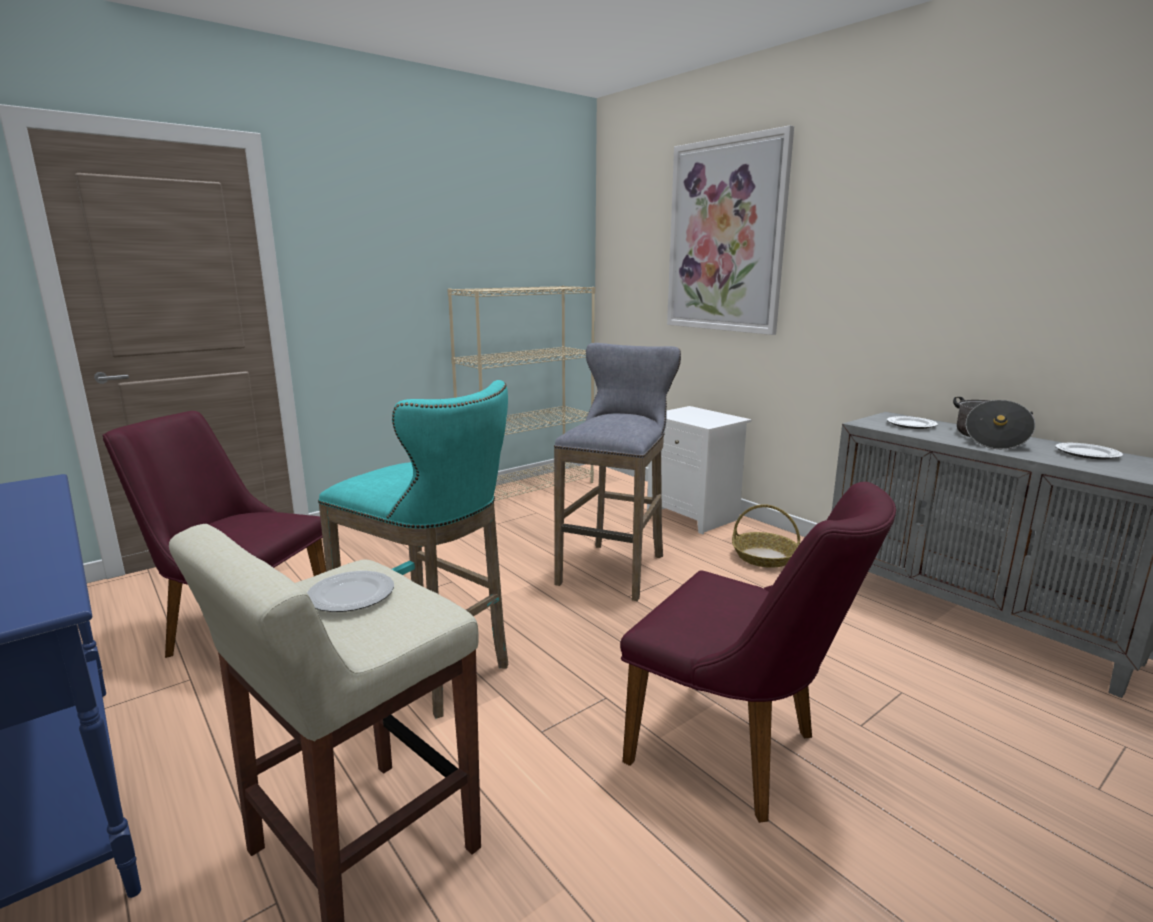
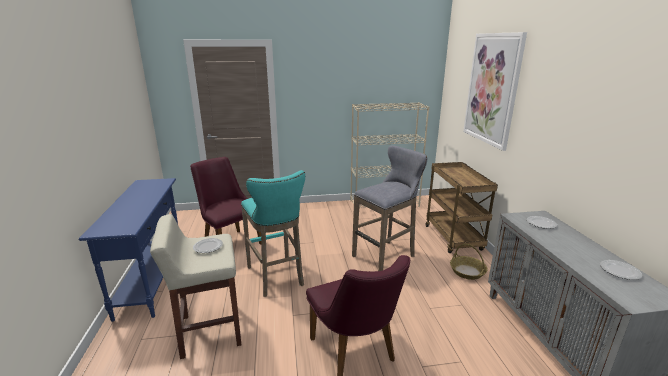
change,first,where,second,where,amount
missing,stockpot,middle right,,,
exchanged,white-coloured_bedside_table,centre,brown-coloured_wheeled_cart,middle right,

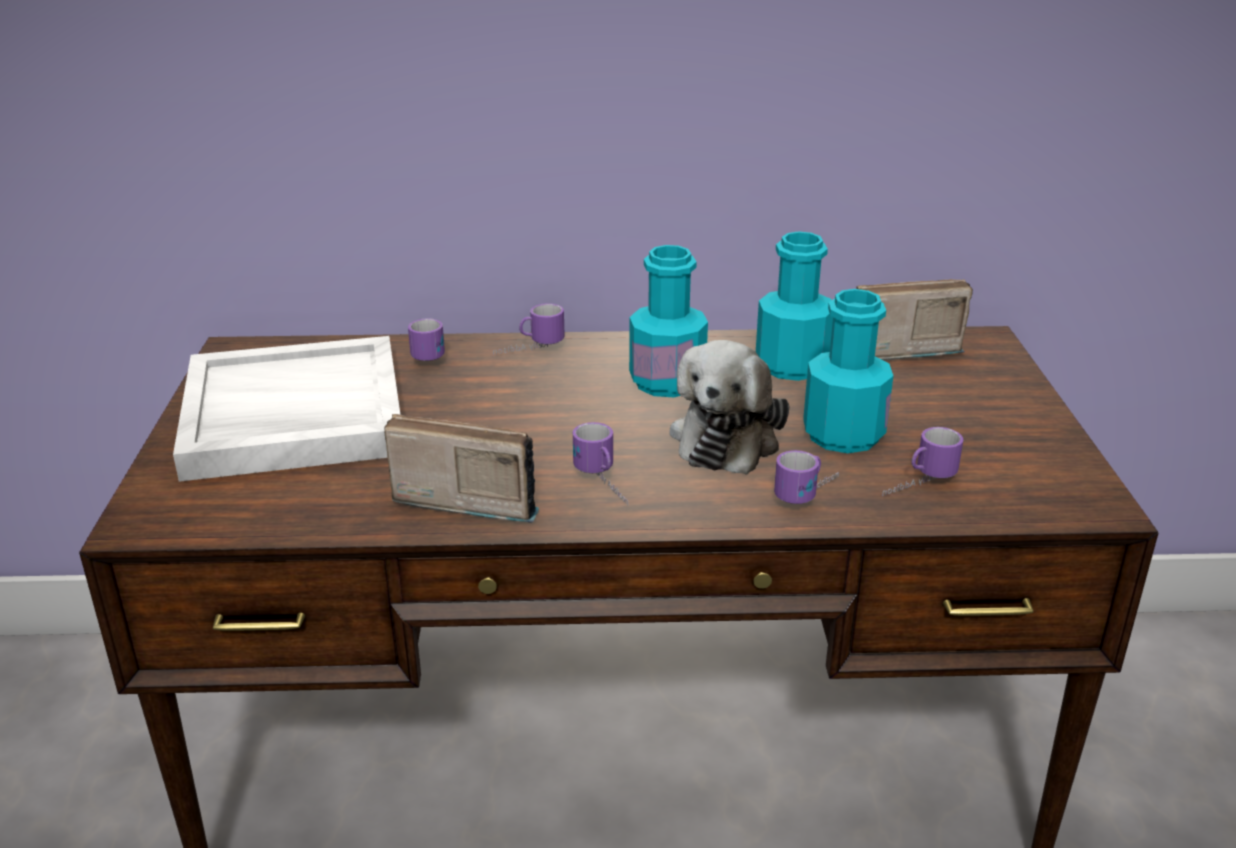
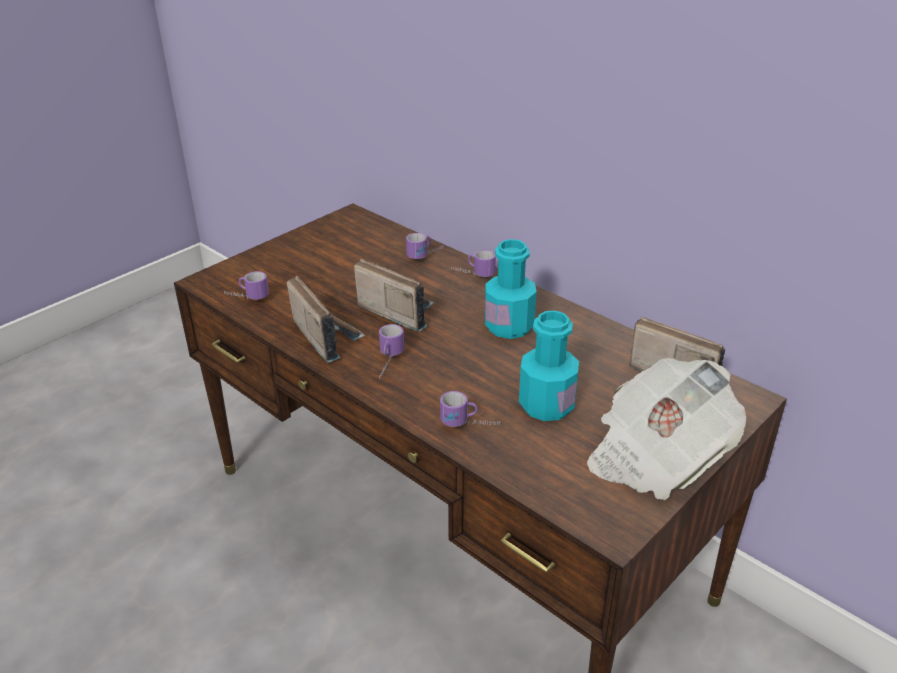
change,first,where,second,where,amount
missing,blue-green_bottle (no. 2 from left),centre,,,
missing,white-coloured_serving_tray,middle left,,,
missing,plush_toy,centre,,,
relocated,coffee_mug (no. 5 from left in the first image),middle right,coffee_mug (no. 1 from left),middle left,
appeared,,,radio_receiver (no. 2 from left),centre,
appeared,,,printed_paper,middle right,

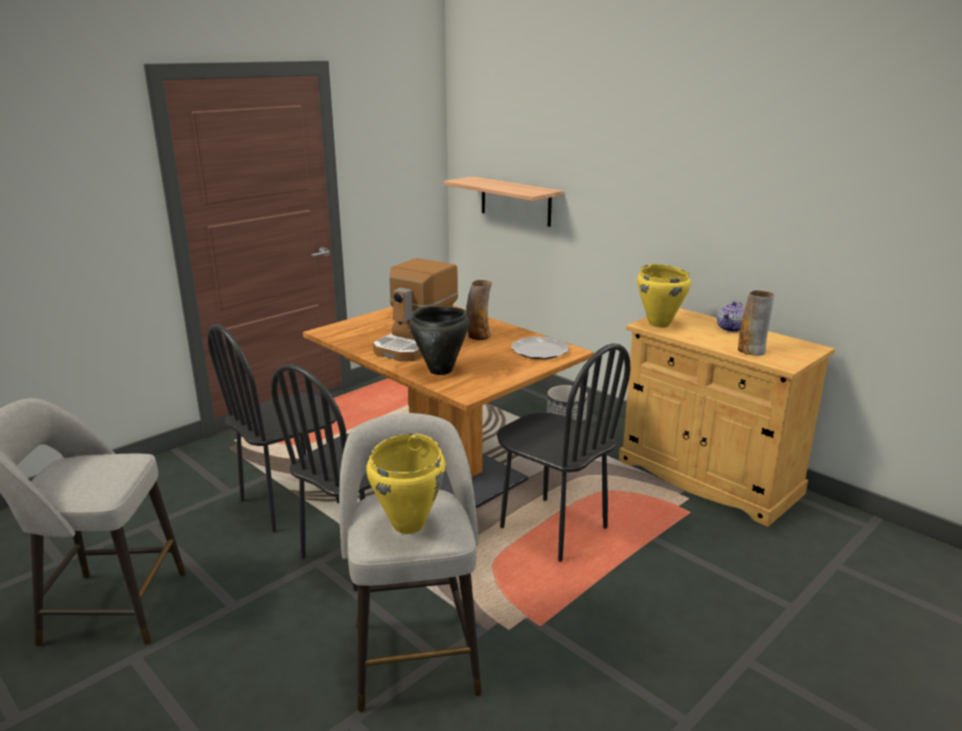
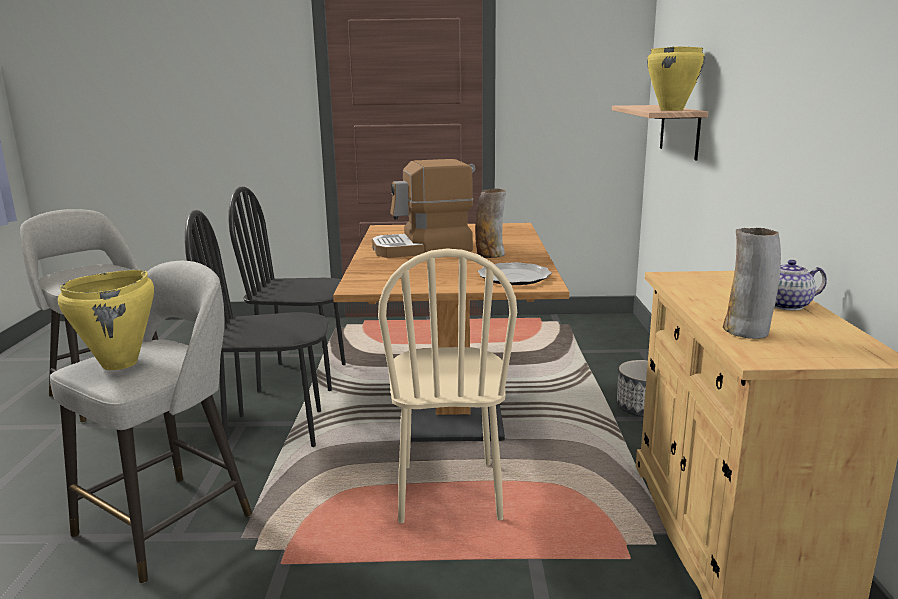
change,first,where,second,where,amount
relocated,yellow-coloured_stockpot (no. 2 from left),middle right,,top right,
missing,blackish_stockpot,centre,,,
colour,blackish_upright_chair (no. 3 from left),centre,beige_upright_chair,centre,

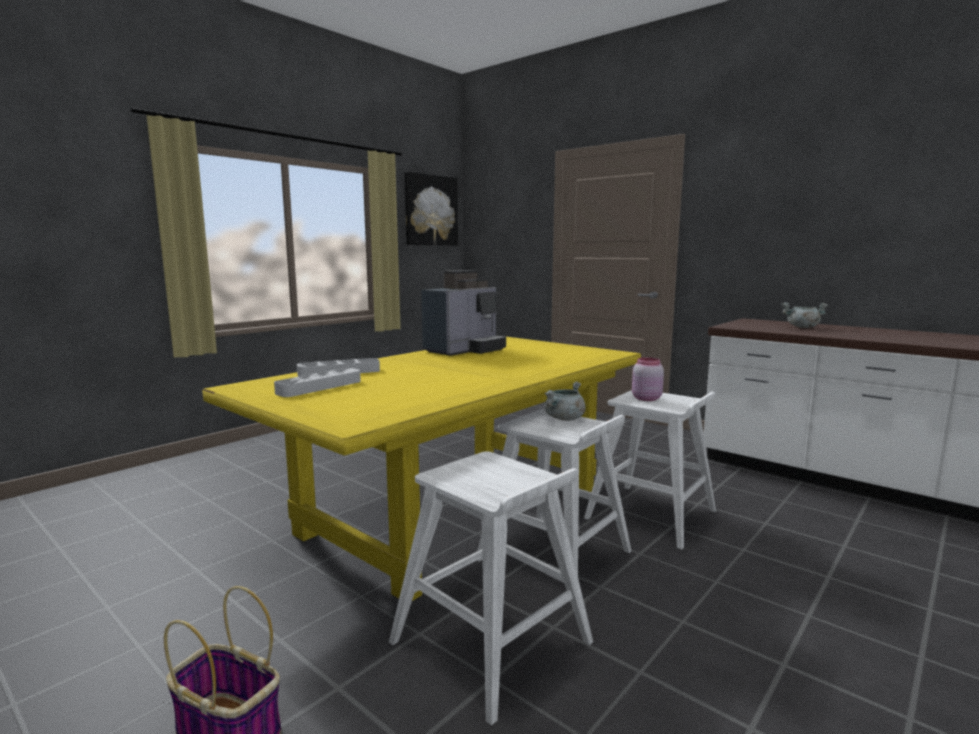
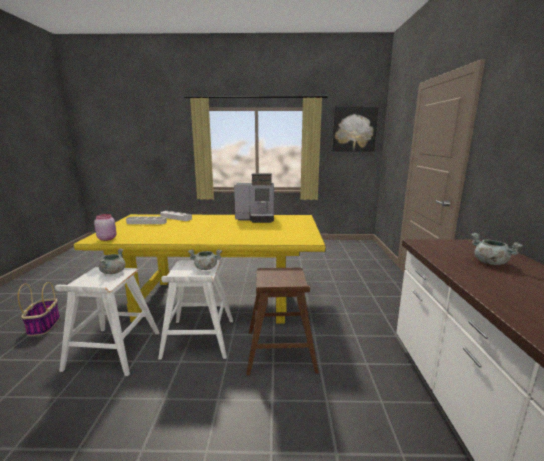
change,first,where,second,where,amount
relocated,pink-coloured_preserve_jar,centre,,middle left,
colour,white-coloured_sitting_stool (no. 3 from left),centre,brown-coloured_sitting_stool,bottom centre,
appeared,,,greyish_stockpot (no. 1 from left),middle left,

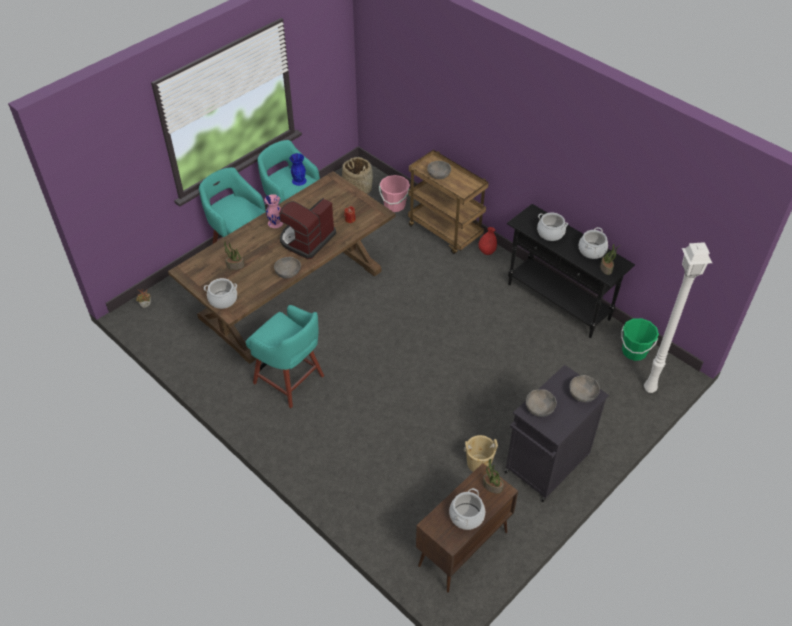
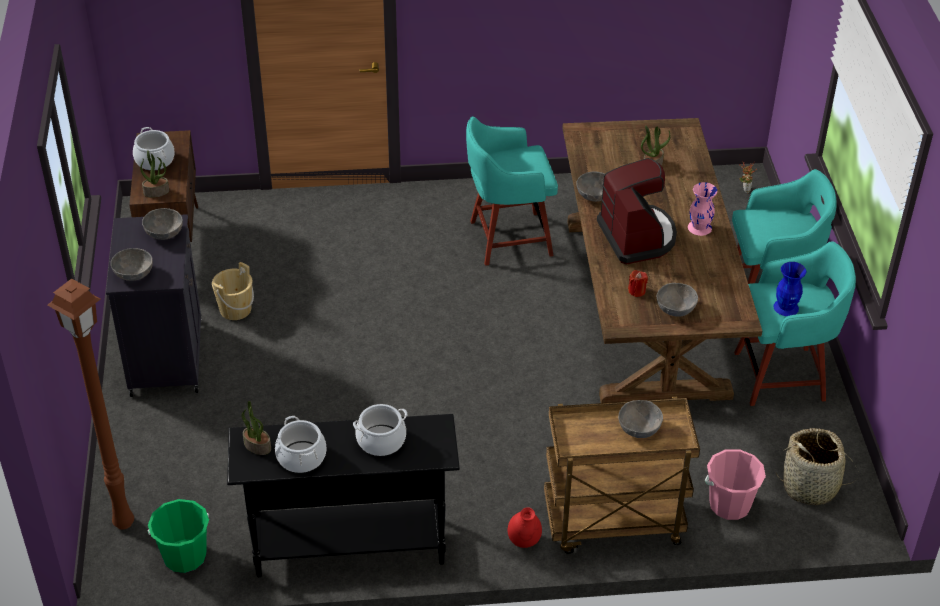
change,first,where,second,where,amount
colour,white-coloured_standing_lamp,middle right,brown-coloured_standing_lamp,bottom left,
missing,stockpot (no. 1 from left),middle left,,,
appeared,,,greyish_deep_dish (no. 5 from left),middle right,

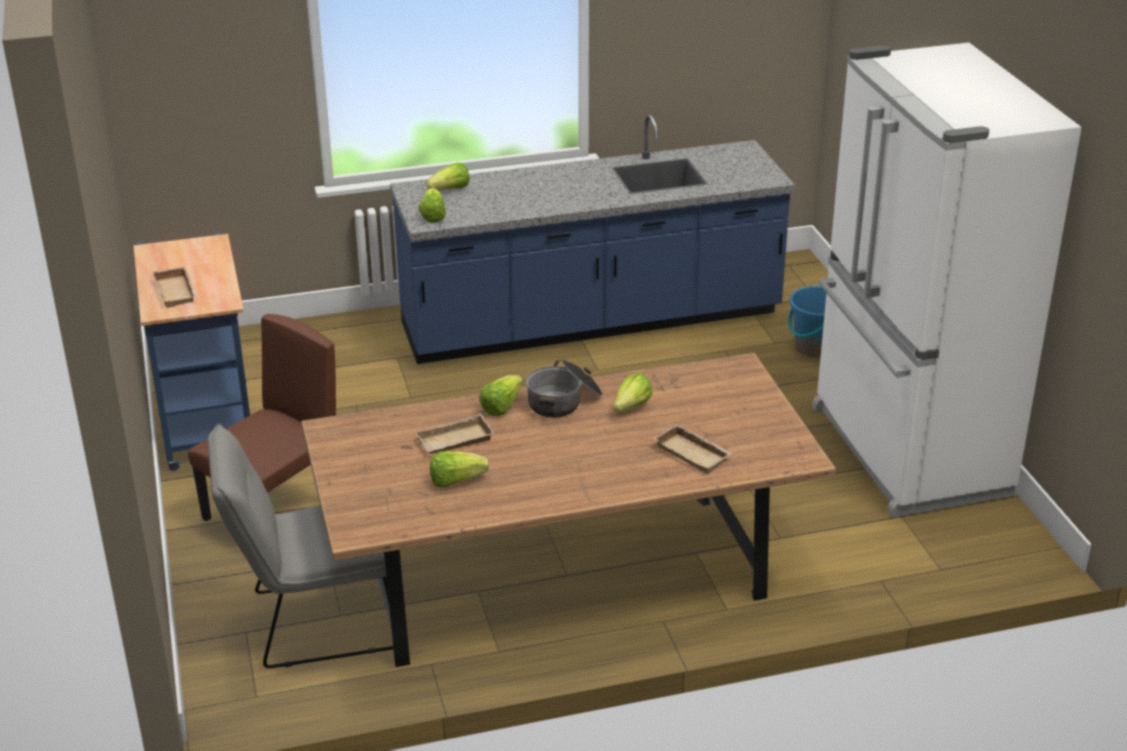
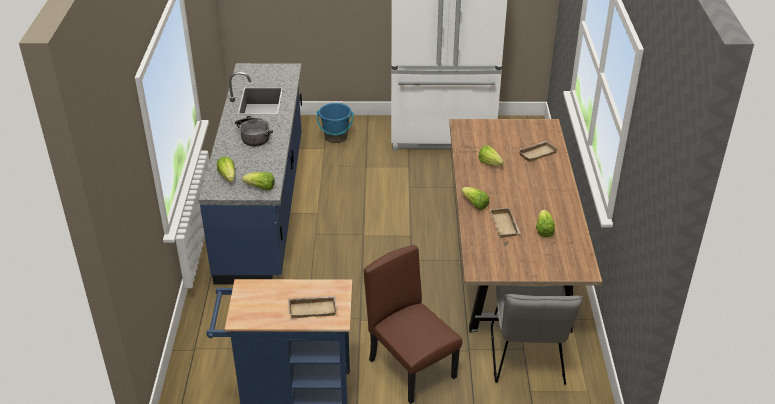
change,first,where,second,where,amount
relocated,stockpot,centre,,top left,

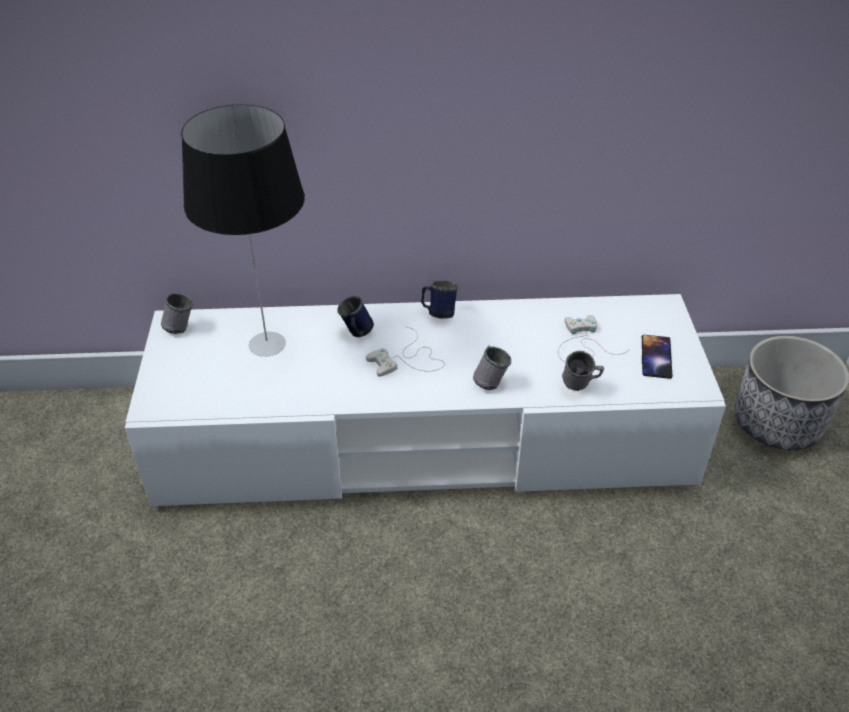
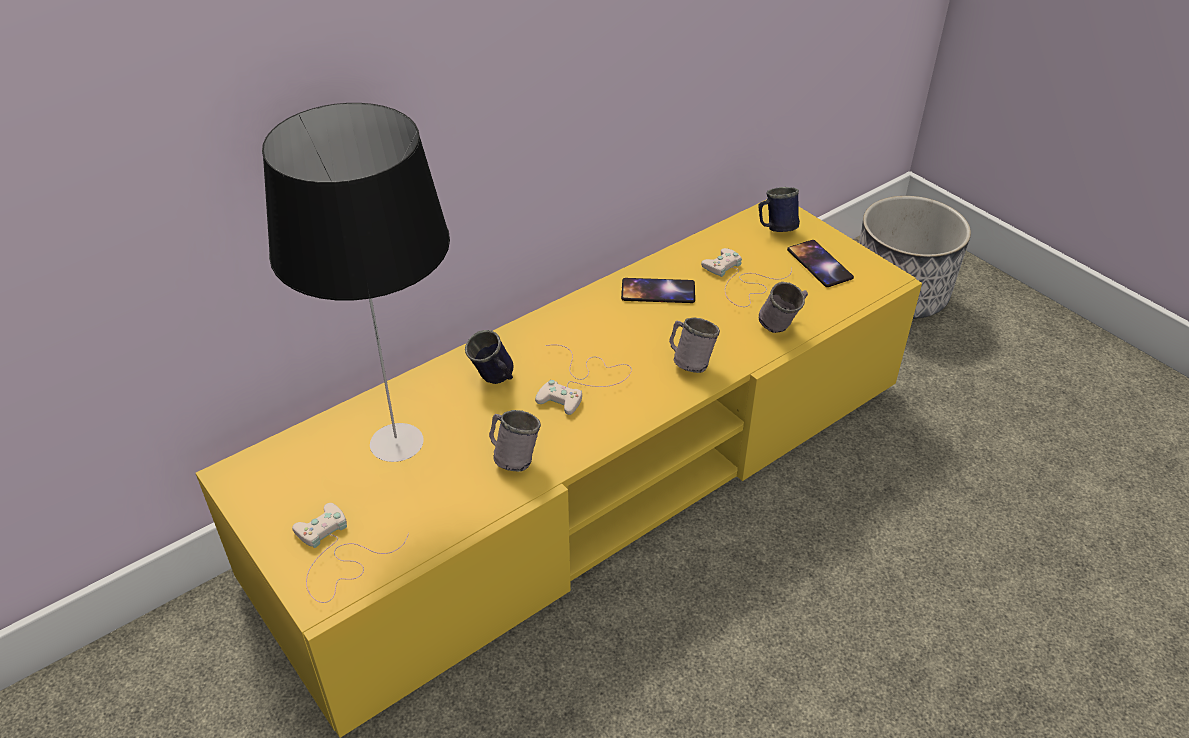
change,first,where,second,where,amount
relocated,blue_coffee_mug (no. 2 from left),centre,,top centre,
relocated,greyish_coffee_mug (no. 1 from left),middle left,,centre,
colour,white-coloured_tv_unit,centre,yellow-coloured_tv_unit,centre,
appeared,,,telephone (no. 1 from left),centre,
appeared,,,white-coloured_game_controller (no. 1 from left),bottom left,

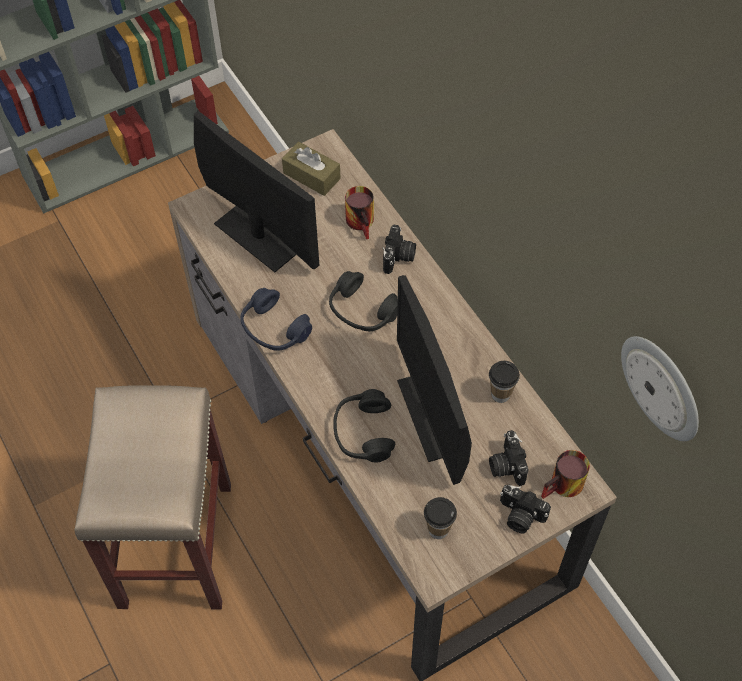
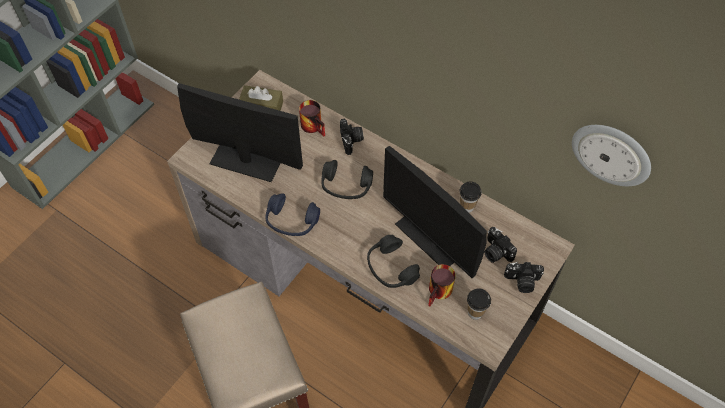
change,first,where,second,where,amount
relocated,coffee_mug (no. 2 from left),bottom right,,bottom centre,

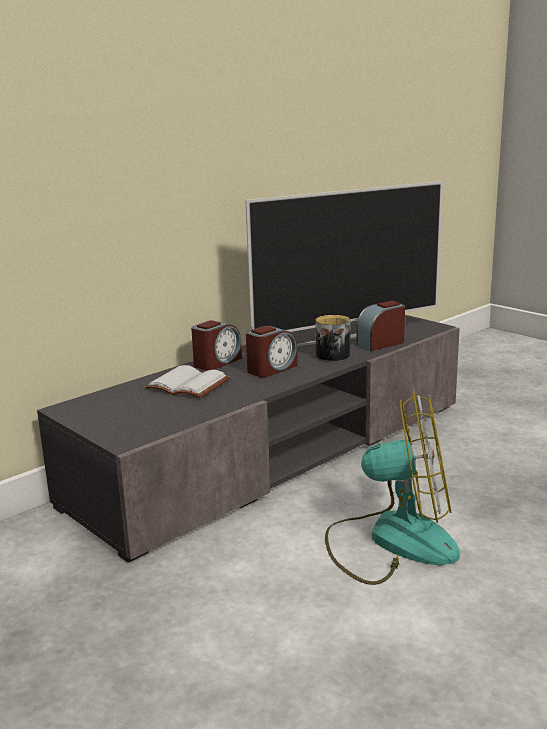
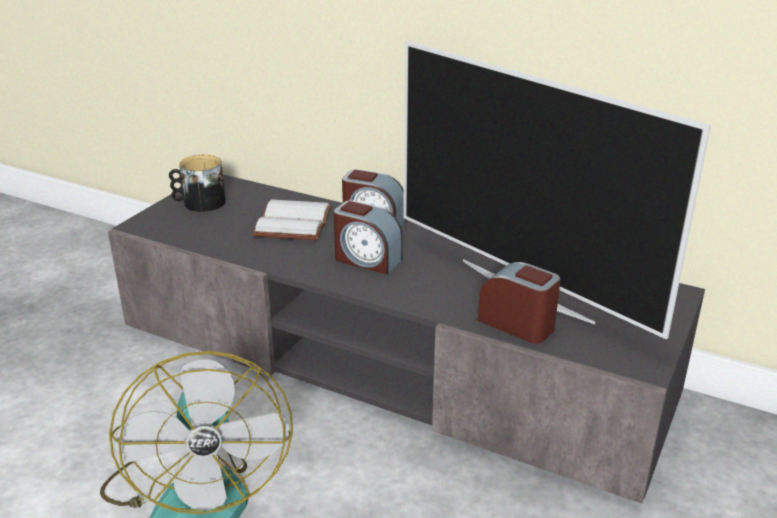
change,first,where,second,where,amount
relocated,coffee_mug,centre,,middle left,

